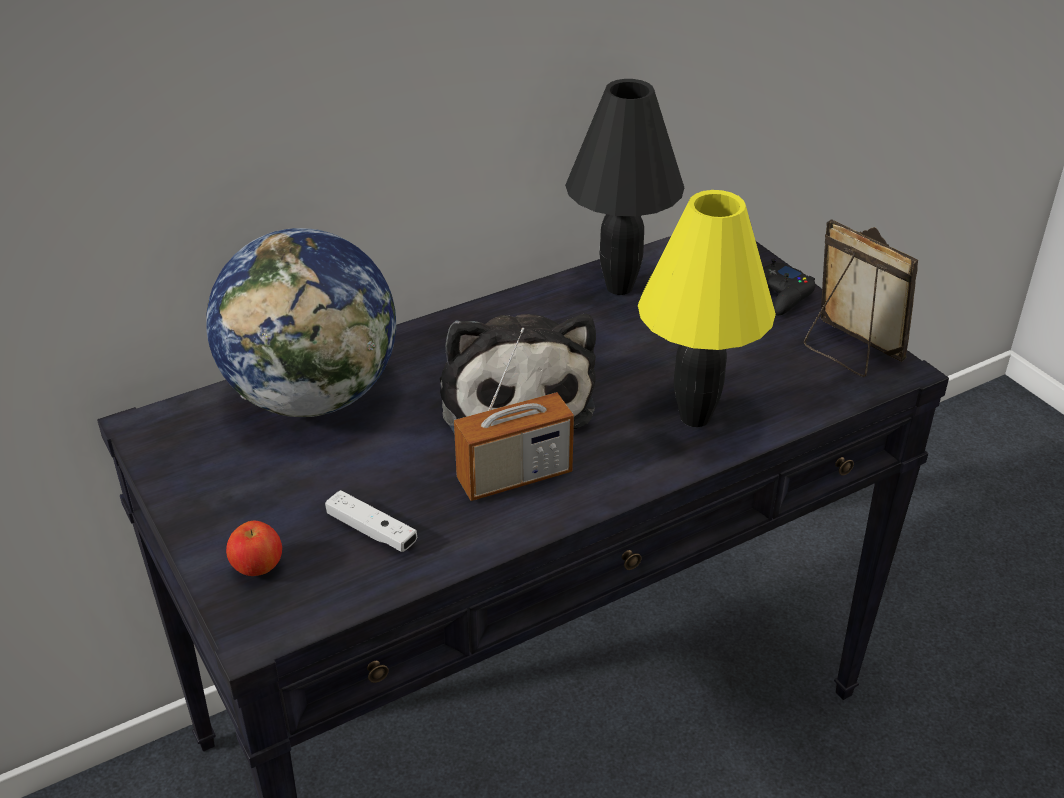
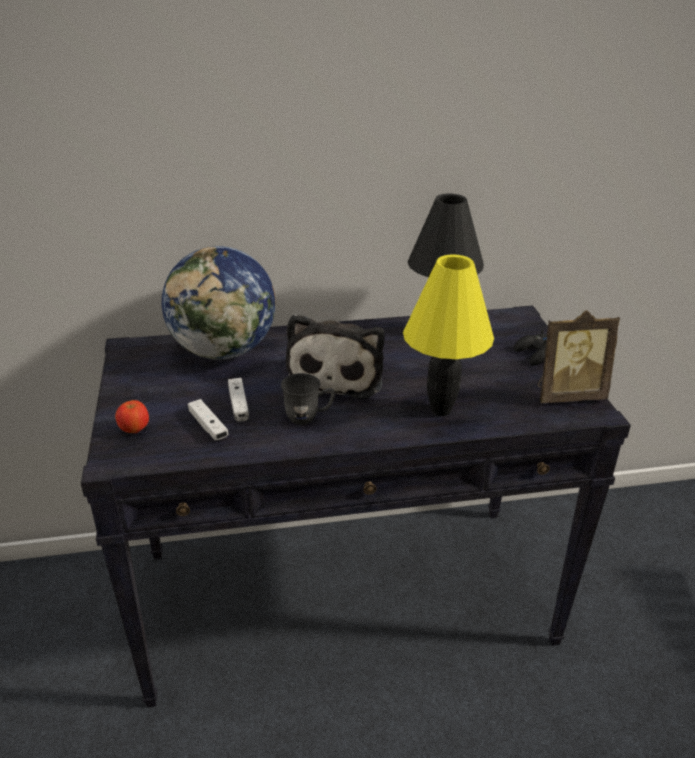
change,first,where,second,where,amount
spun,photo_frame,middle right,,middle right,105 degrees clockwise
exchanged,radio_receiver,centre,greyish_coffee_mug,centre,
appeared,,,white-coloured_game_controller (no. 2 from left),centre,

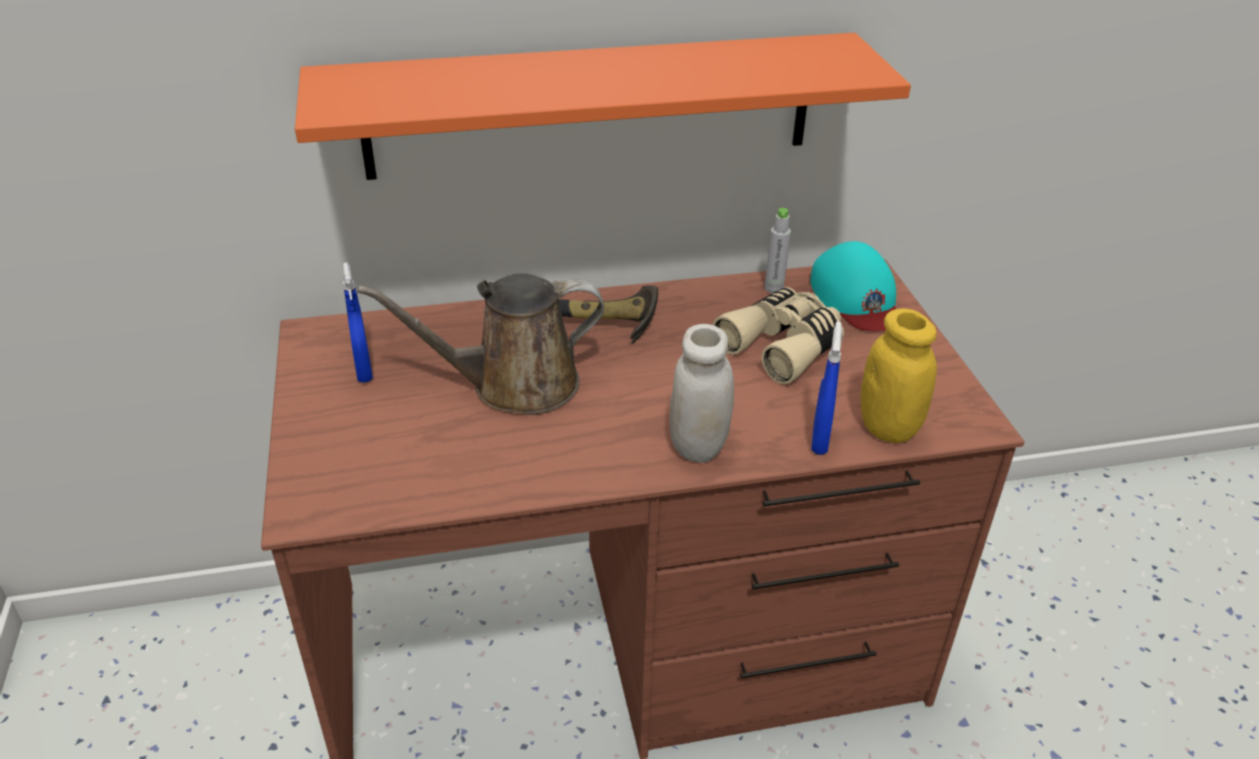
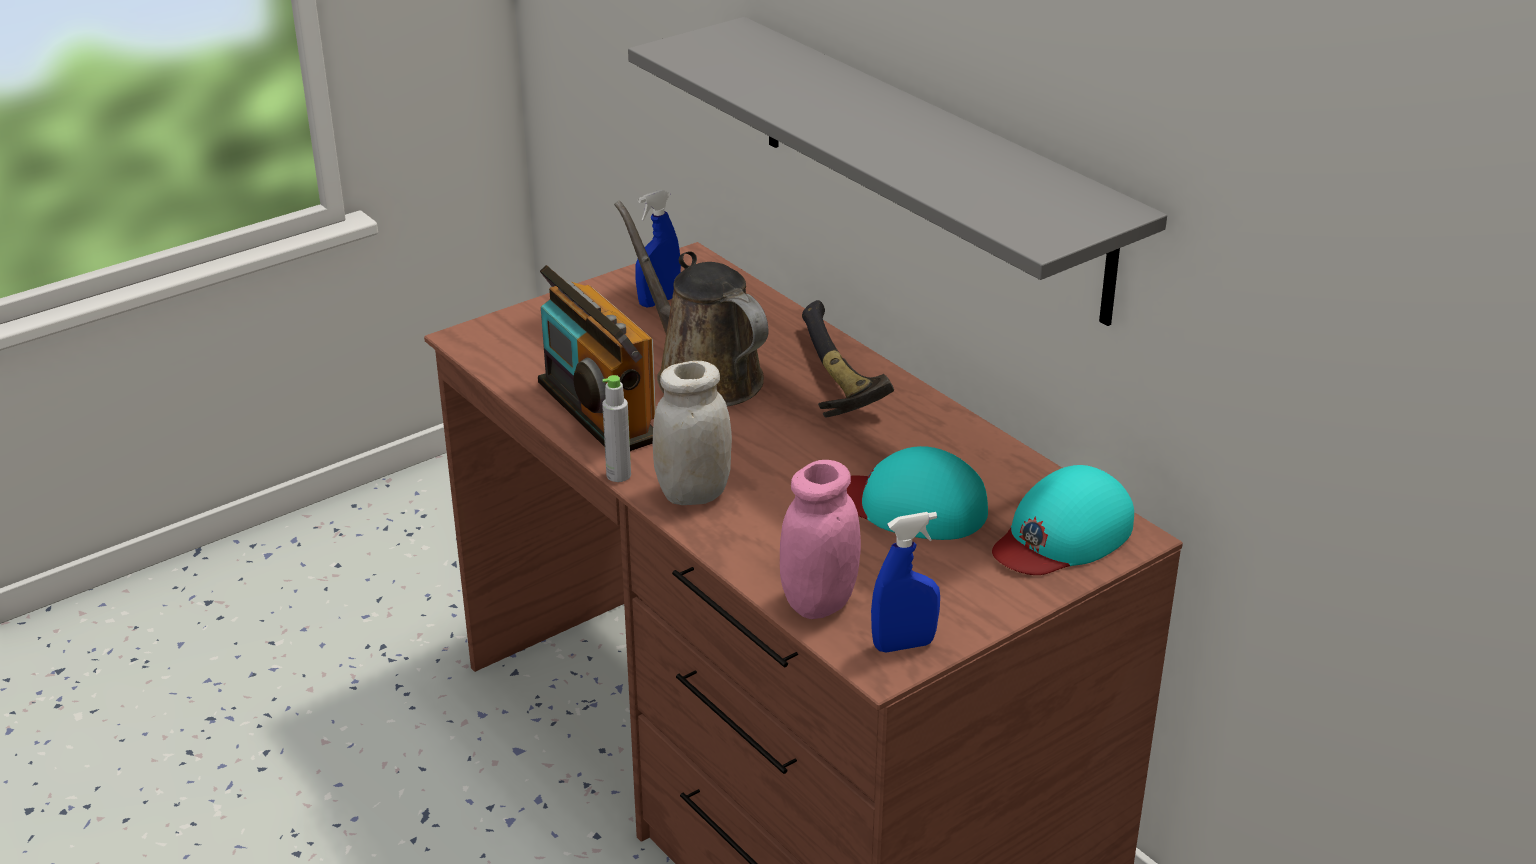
change,first,where,second,where,amount
colour,orangey_bracket_shelf,top centre,greyish_bracket_shelf,top centre,
relocated,greyish_bottle,top centre,,centre,
exchanged,beige_field_glasses,centre,blue-green_baseball_cap (no. 1 from left),centre,
colour,yellow-coloured_preserve_jar,middle right,pink-coloured_preserve_jar,centre,
relocated,blue_sprayer (no. 2 from left),centre,,bottom centre,
appeared,,,radio_receiver,centre,

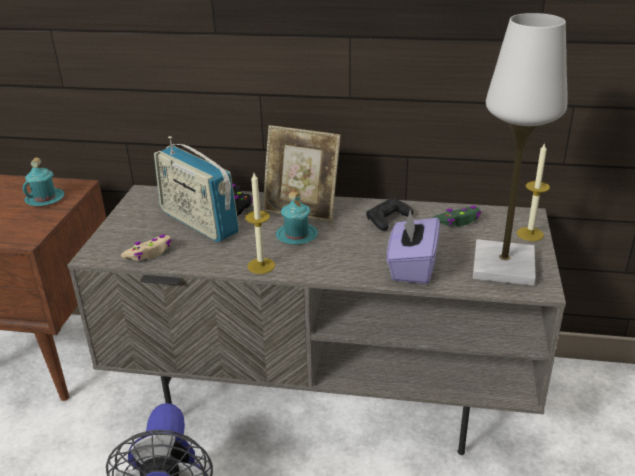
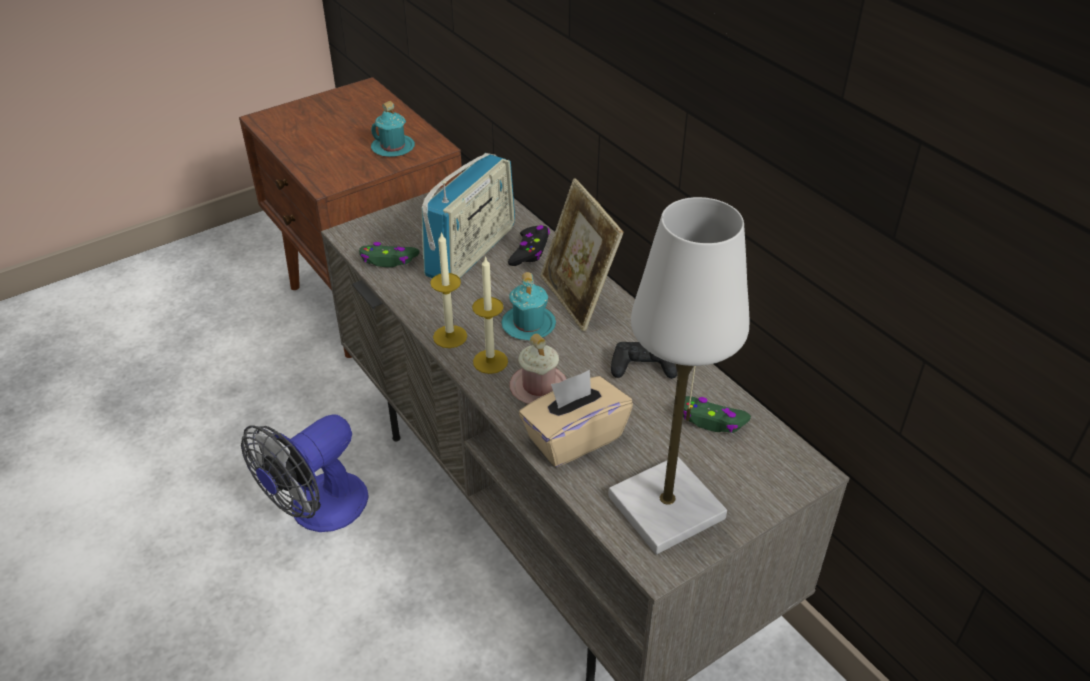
change,first,where,second,where,amount
spun,radio_receiver,middle left,,top centre,150 degrees counterclockwise
relocated,wax_light (no. 2 from left),middle right,,centre,
colour,purple_box_of_tissues,centre,beige_box_of_tissues,centre,
colour,beige_game_controller,middle left,greenish_game_controller (no. 1 from left),centre,
appeared,,,pink-coloured_coffee_mug,centre,

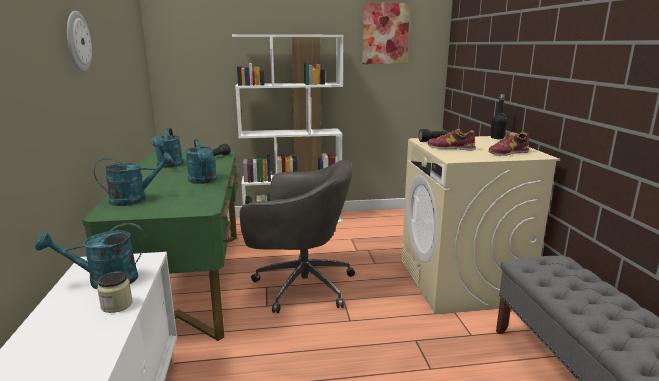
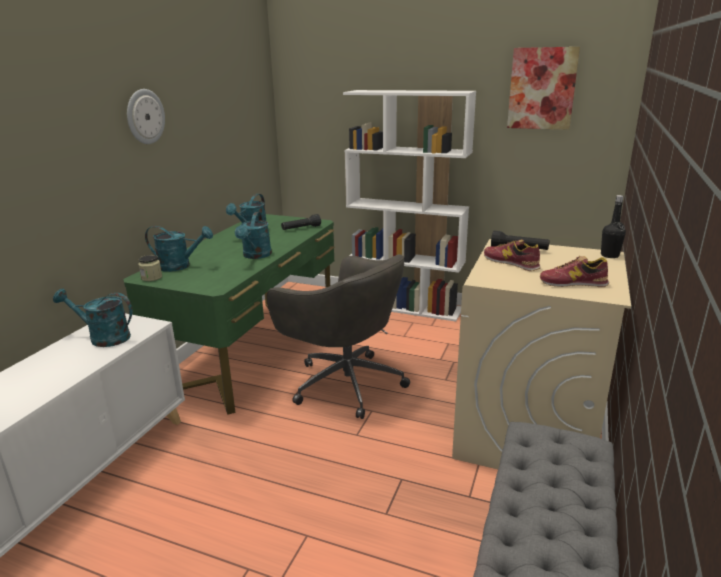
change,first,where,second,where,amount
relocated,preserve_jar,bottom left,,middle left,

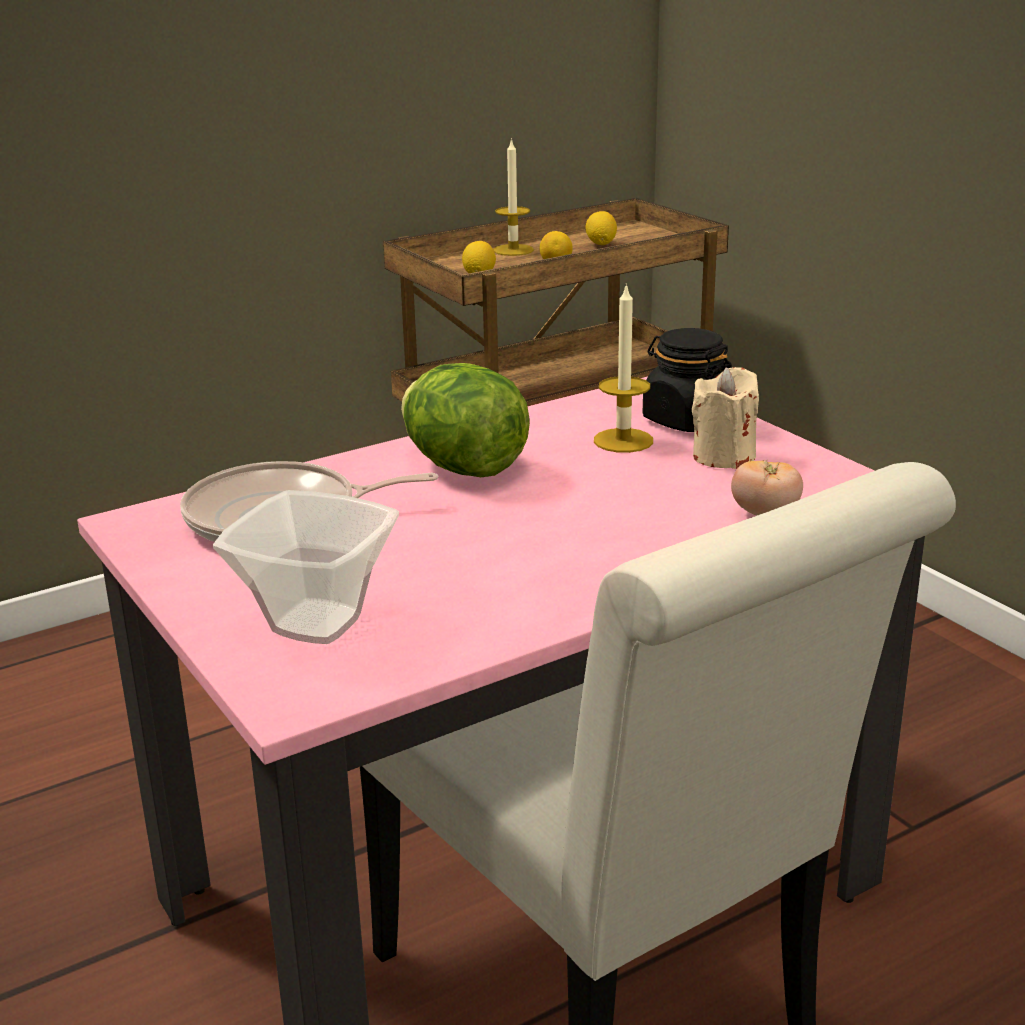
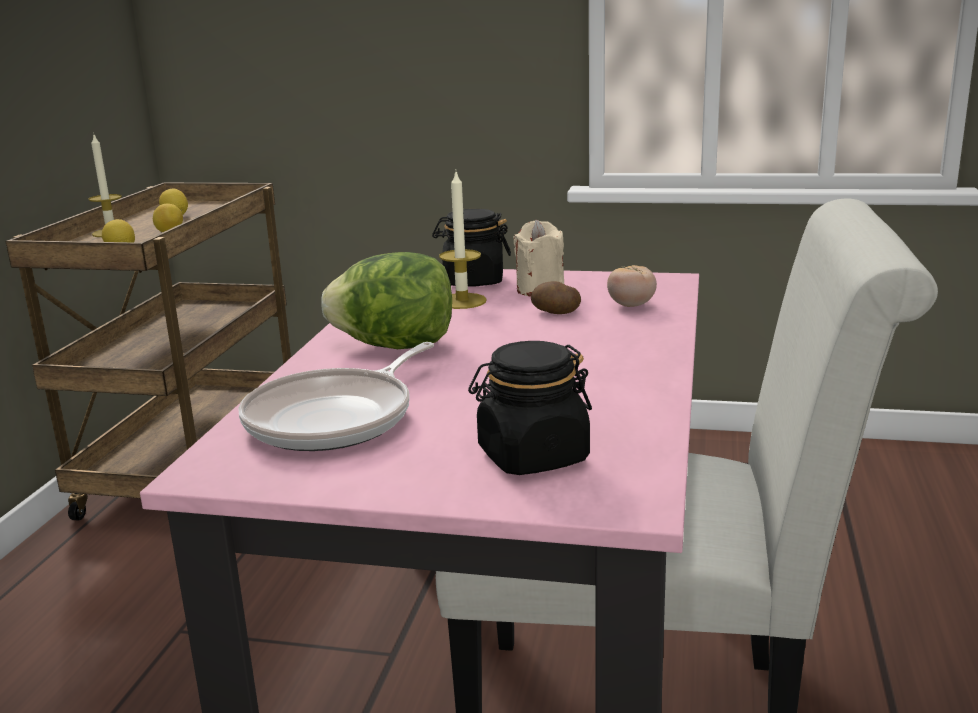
change,first,where,second,where,amount
exchanged,deep_dish,middle left,blackish_preserve_jar (no. 2 from left),centre,
appeared,,,spud,centre,

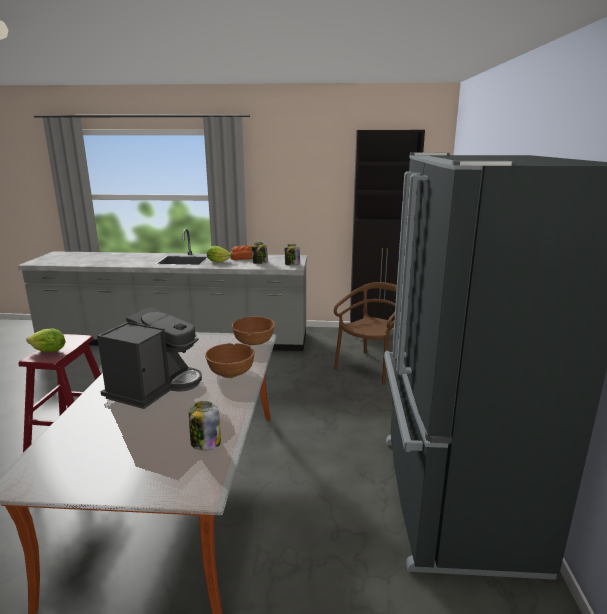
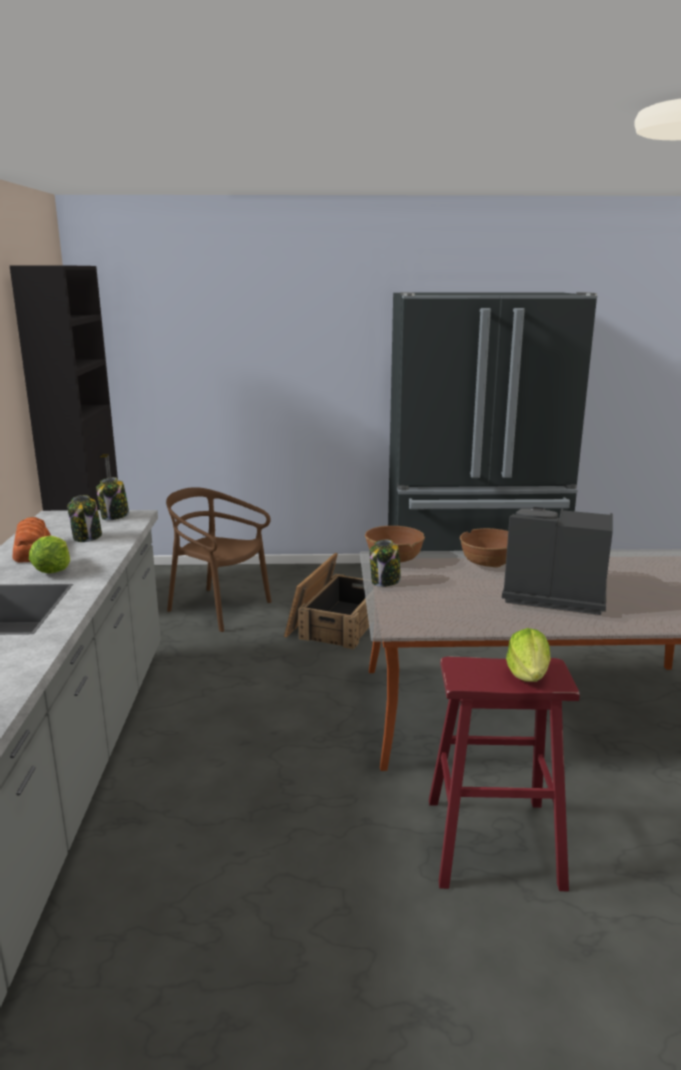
change,first,where,second,where,amount
relocated,preserve_jar (no. 1 from left in the first image),bottom centre,preserve_jar (no. 3 from left),centre,
appeared,,,crate,centre,

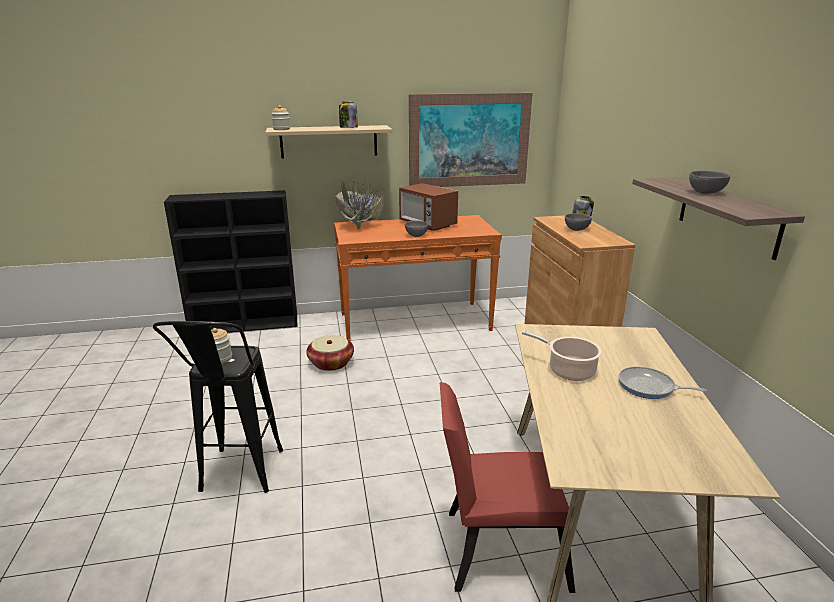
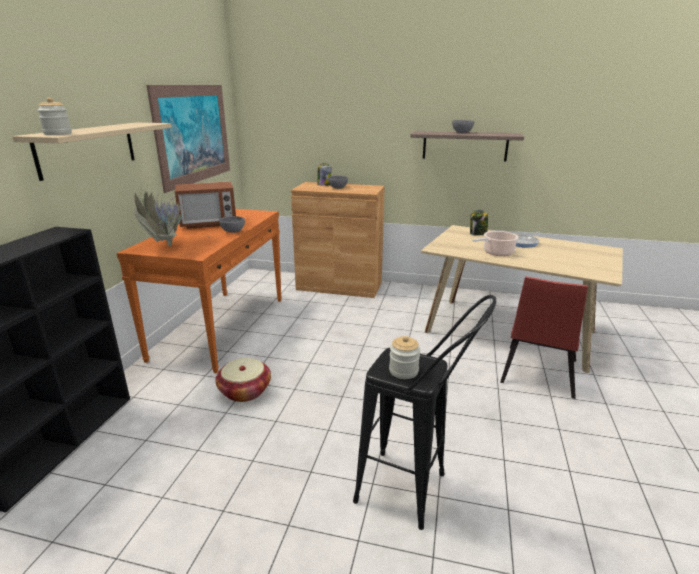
change,first,where,second,where,amount
relocated,preserve_jar (no. 3 from left in the first image),top centre,preserve_jar (no. 4 from left),middle right,

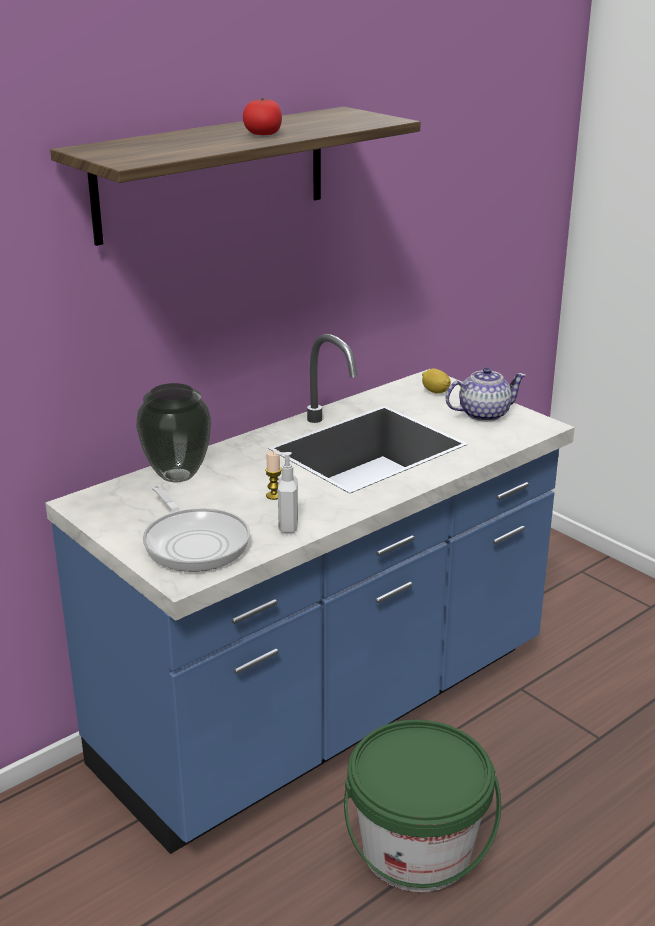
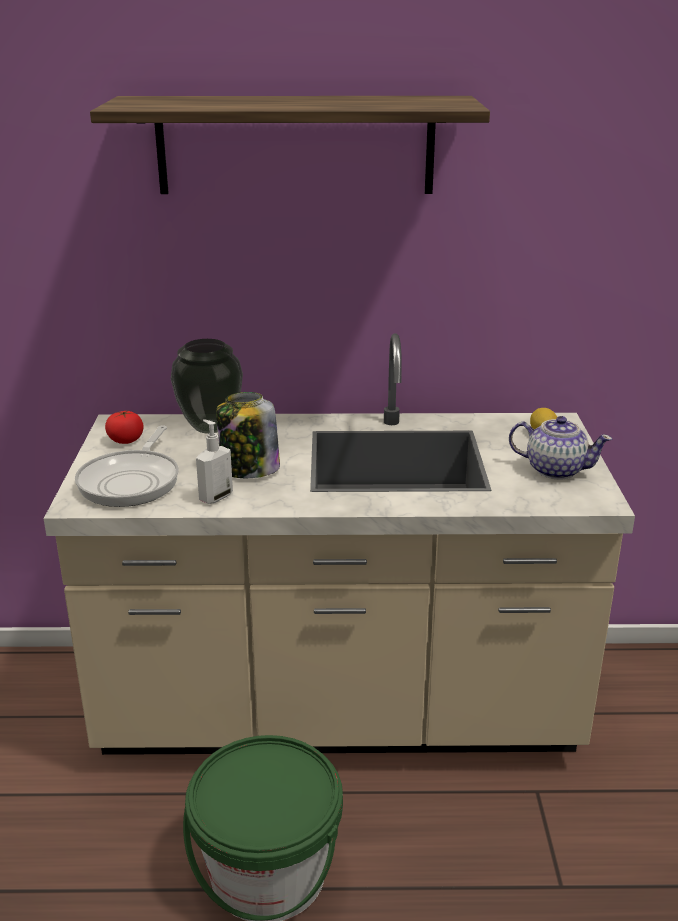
change,first,where,second,where,amount
relocated,whole_tomato,top centre,,middle left,
colour,blue_kitchen_base_unit,centre,beige_kitchen_base_unit,centre,
exchanged,wax_light,centre,preserve_jar,centre,

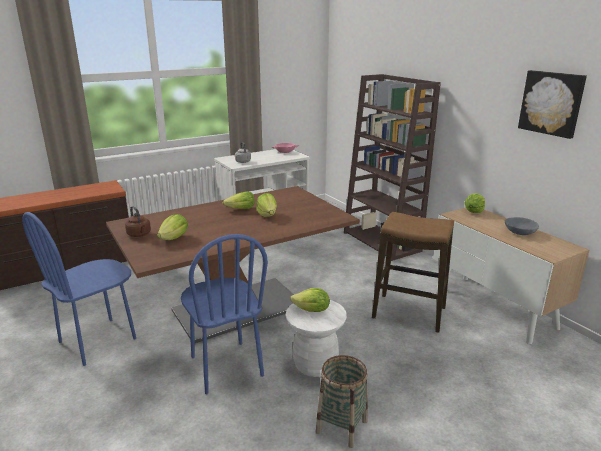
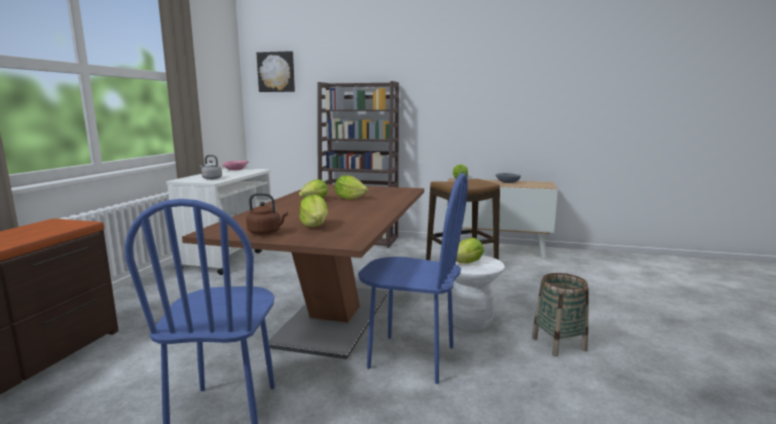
change,first,where,second,where,amount
relocated,wall_art,top right,,top centre,

